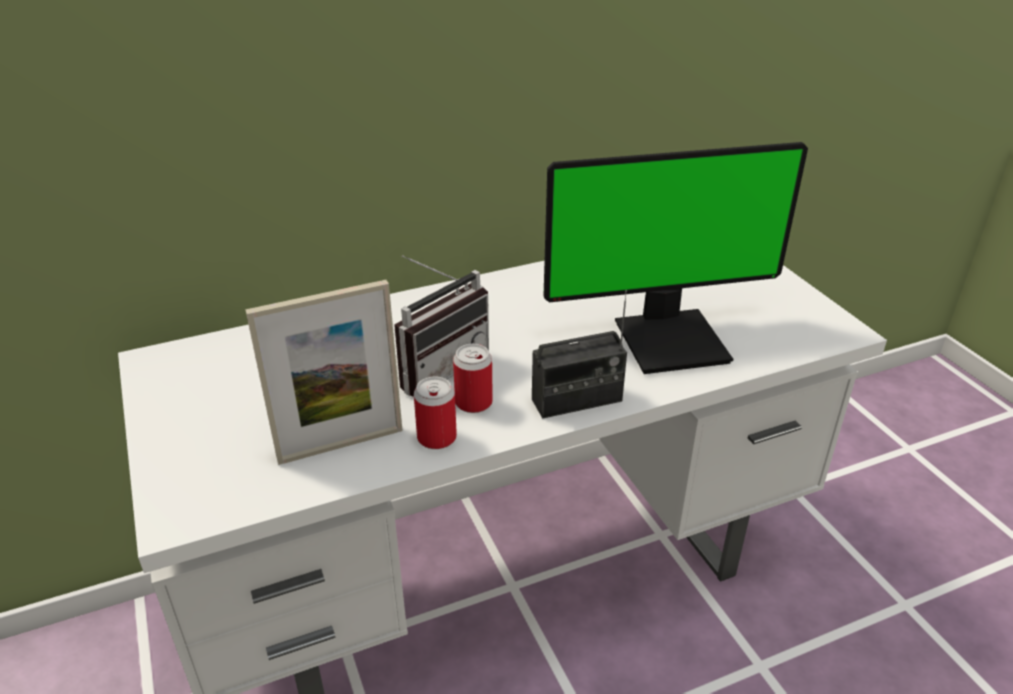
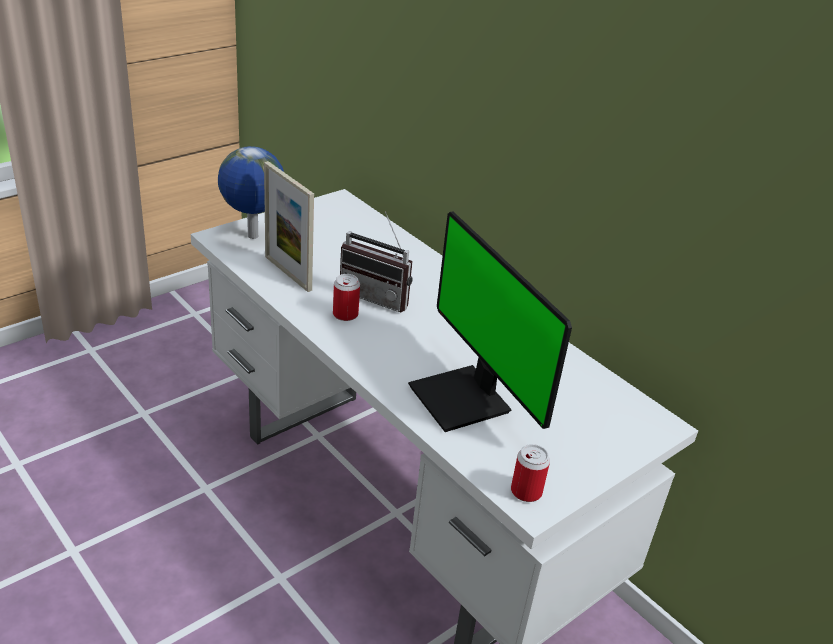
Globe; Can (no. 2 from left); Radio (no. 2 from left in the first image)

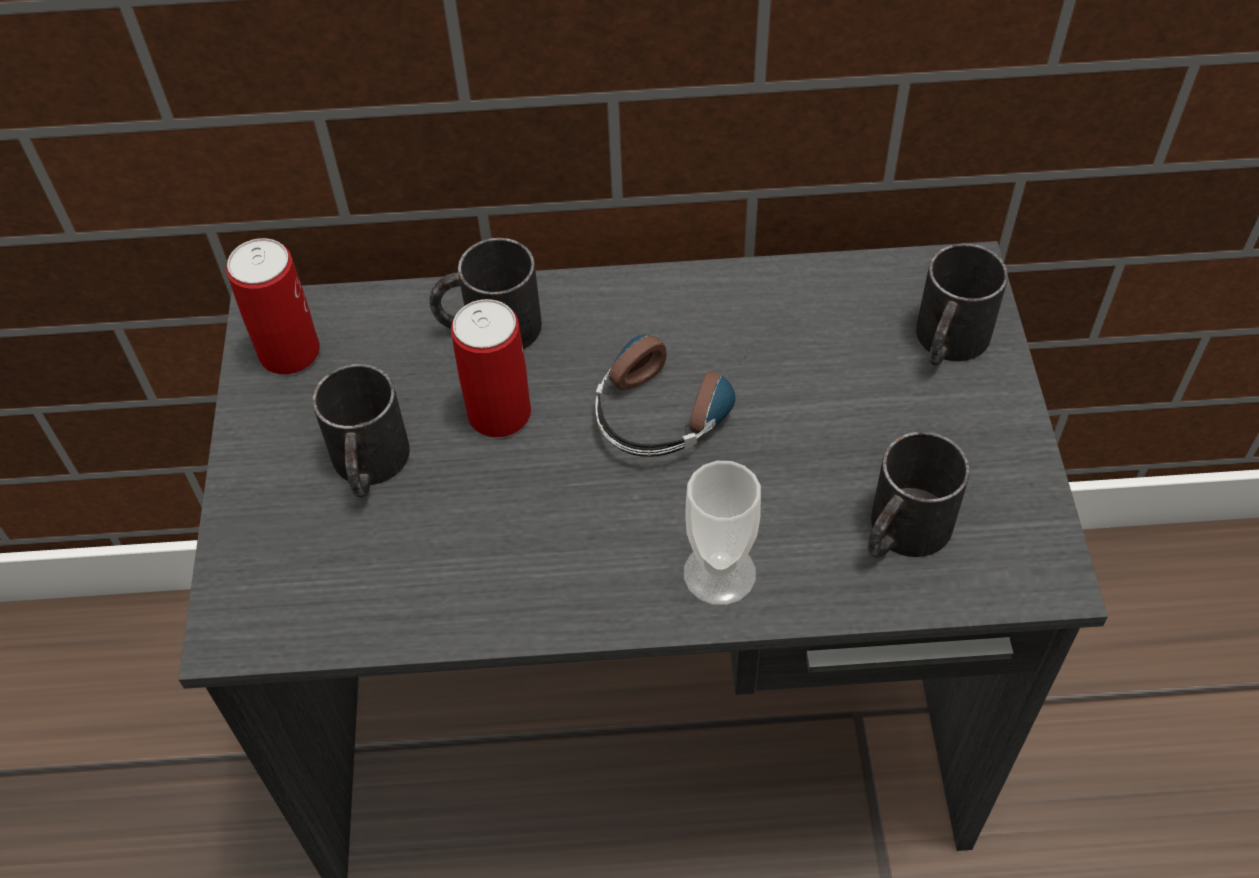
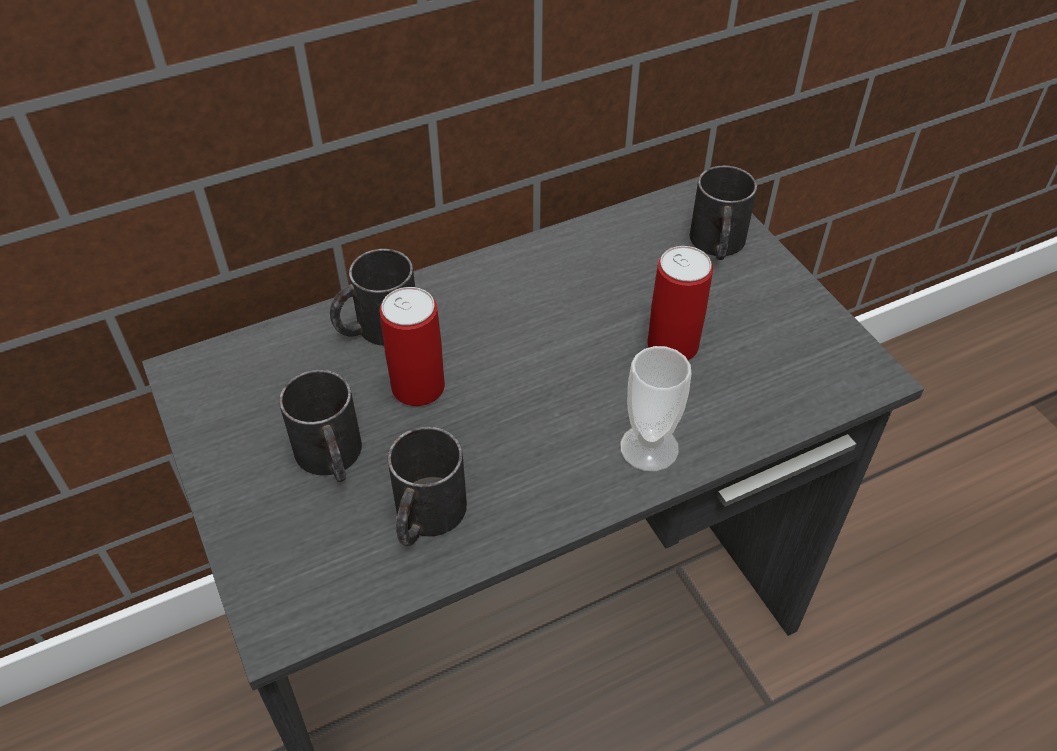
BlackMug (no. 3 from left); Can (no. 2 from left); Headphones

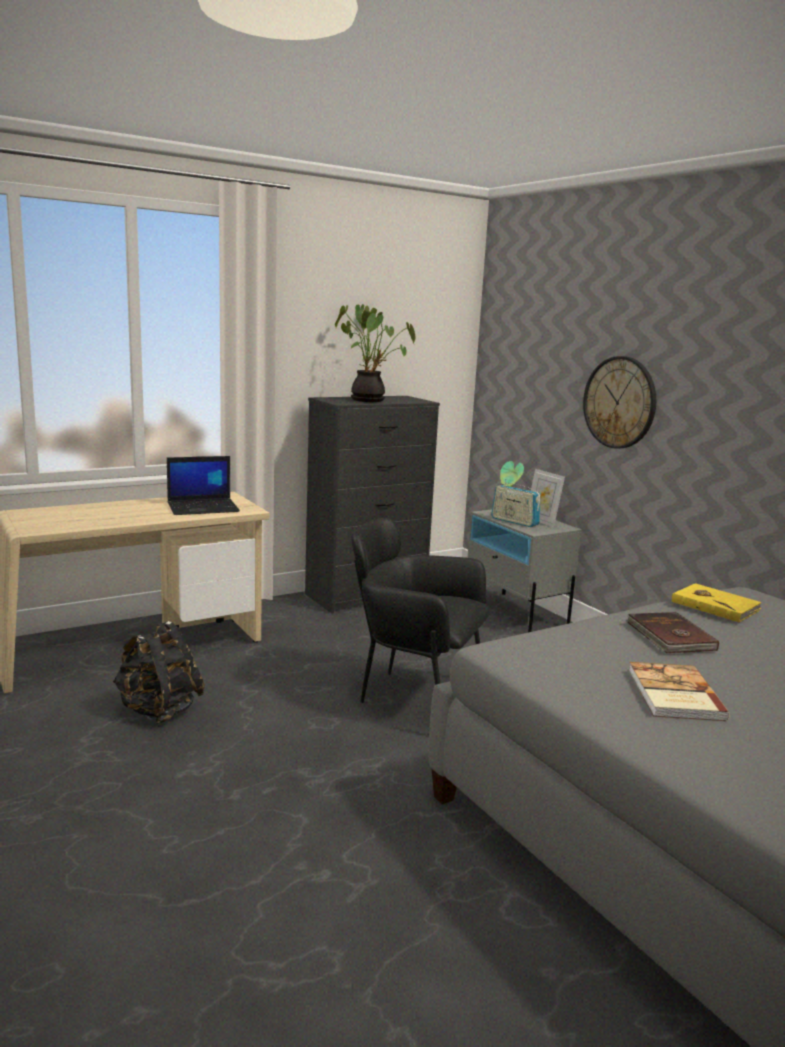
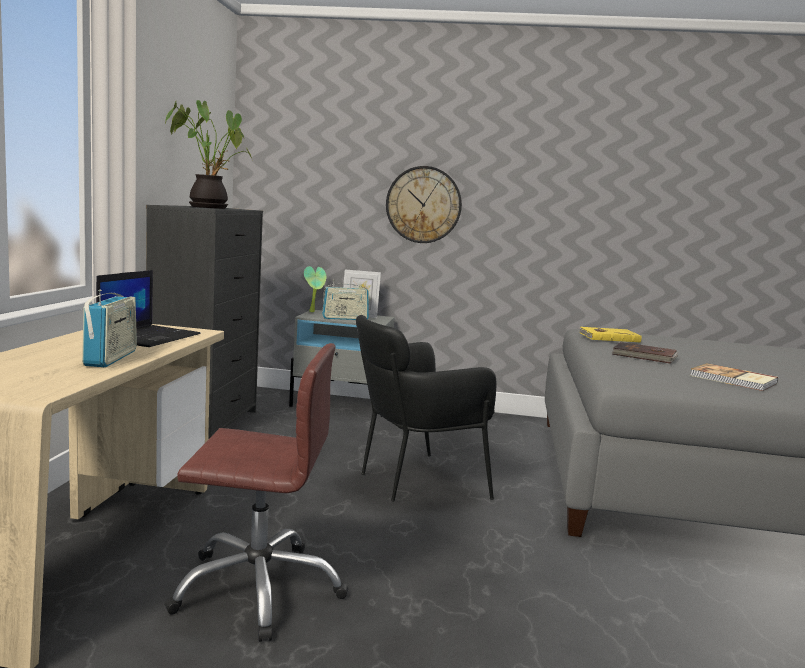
Radio (no. 1 from left); BrownOfficeChair

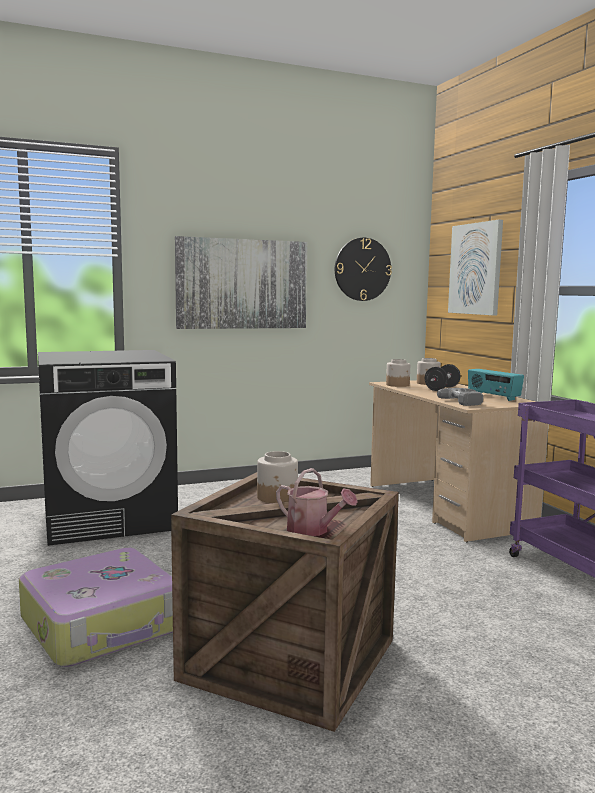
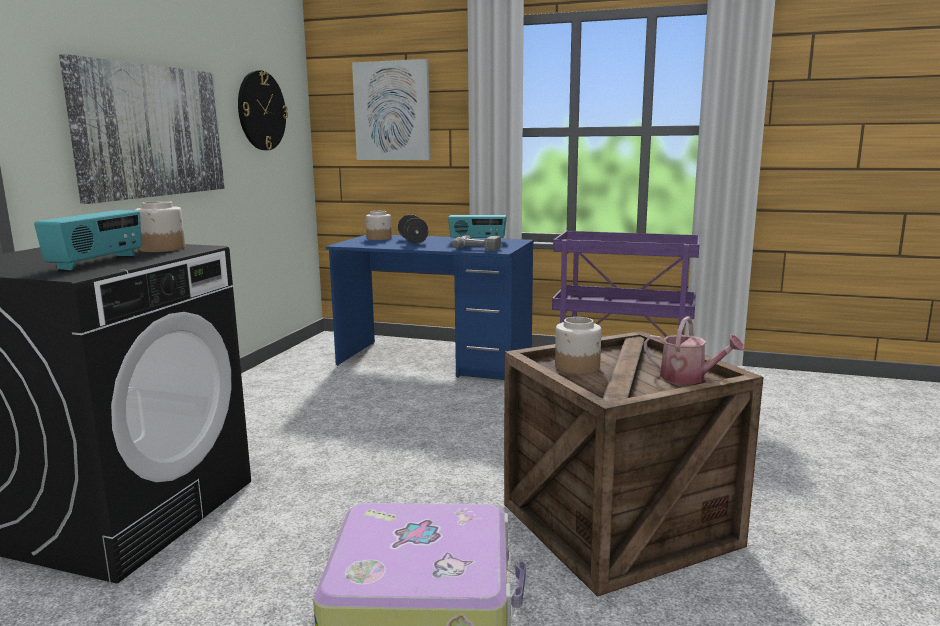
Radio (no. 1 from left); Jar (no. 1 from left); BlueDesk; WateringCan

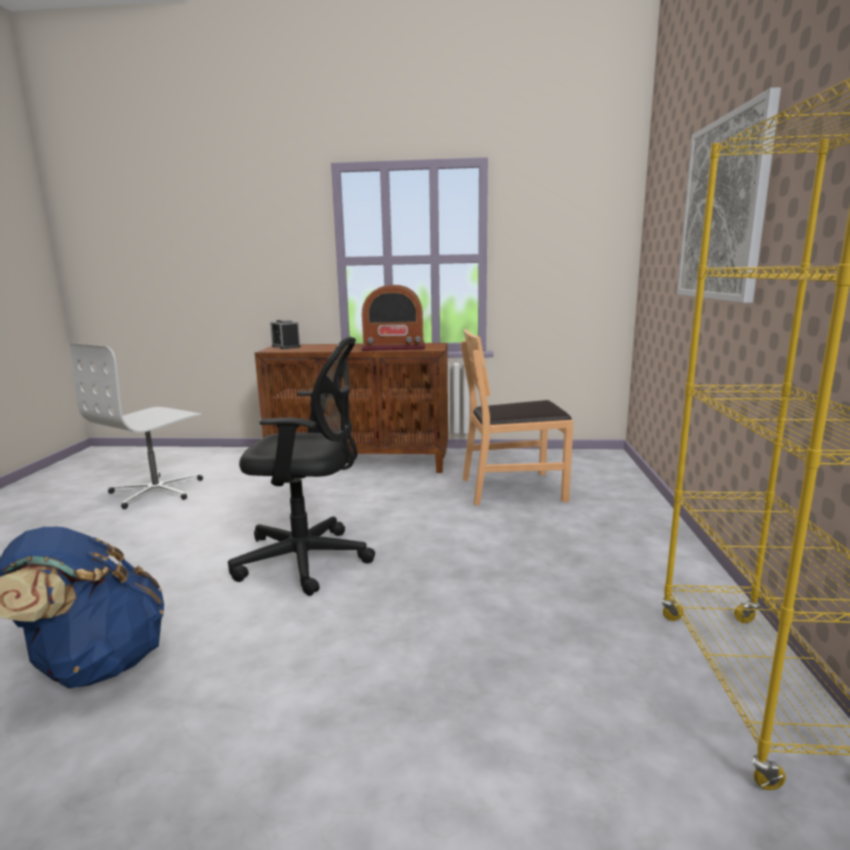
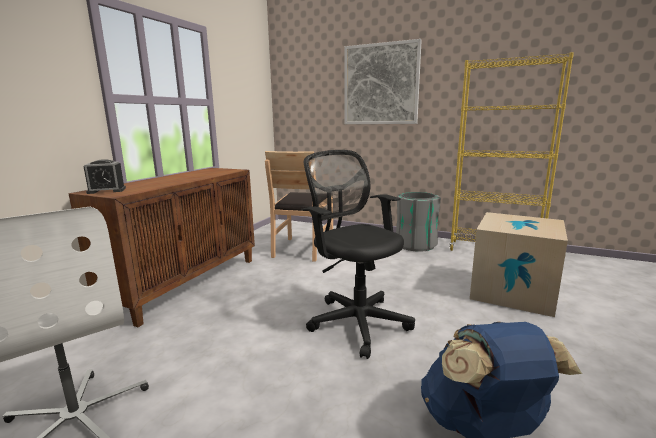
BlackOfficeChair; GreyTrashCan; CardboardBox; Radio

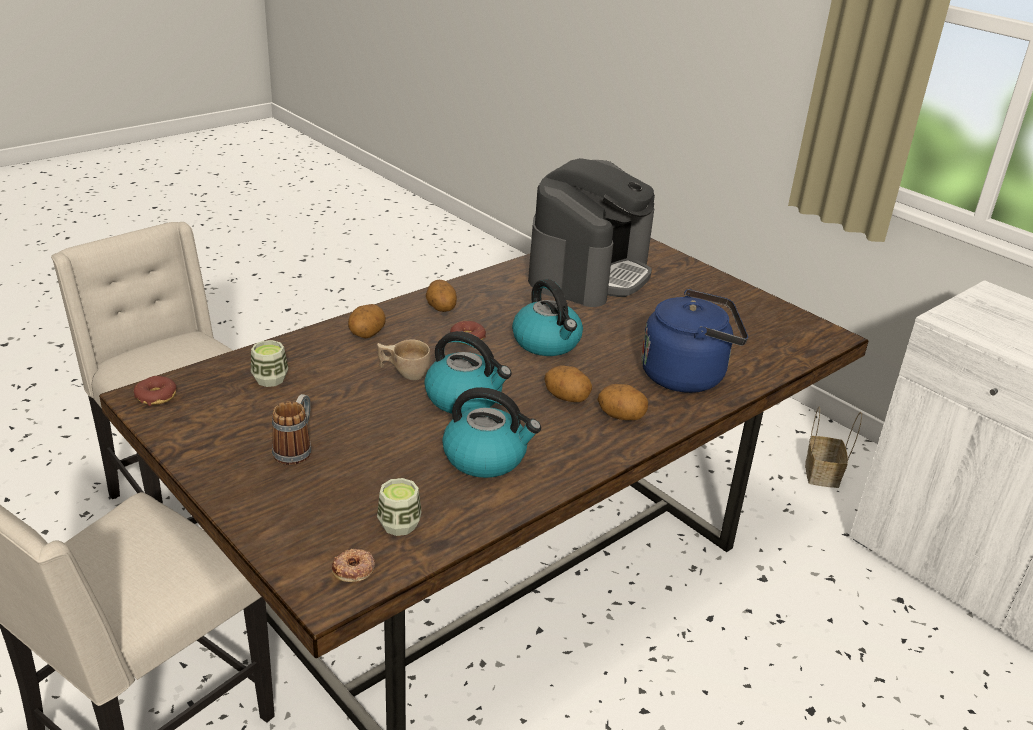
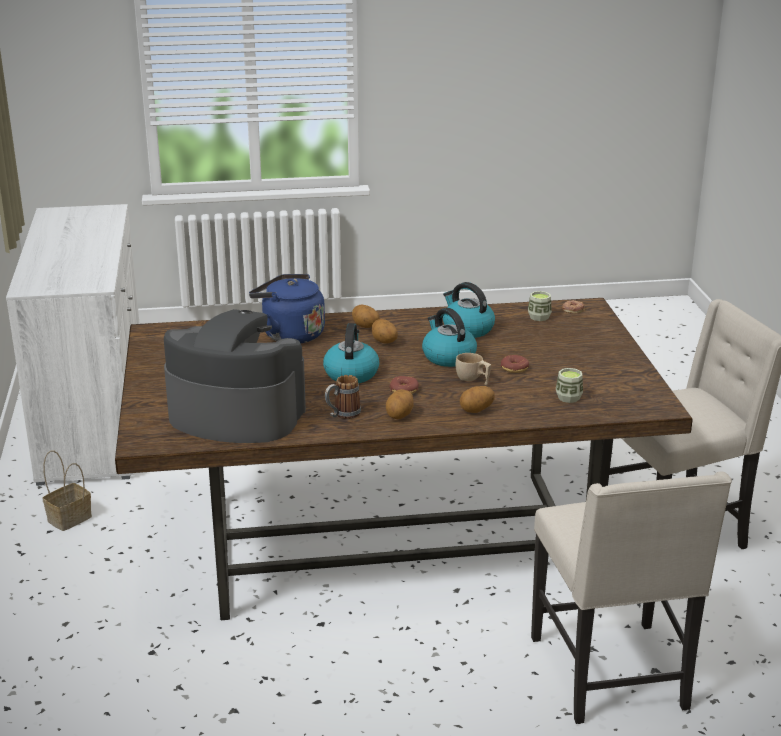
CoffeeMachine; Mug; Donut (no. 2 from left)

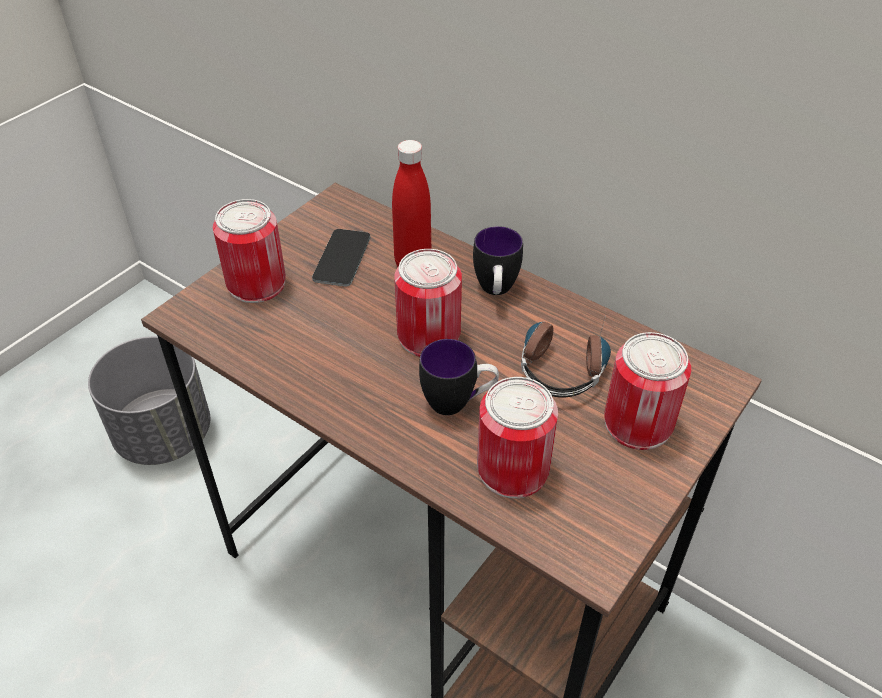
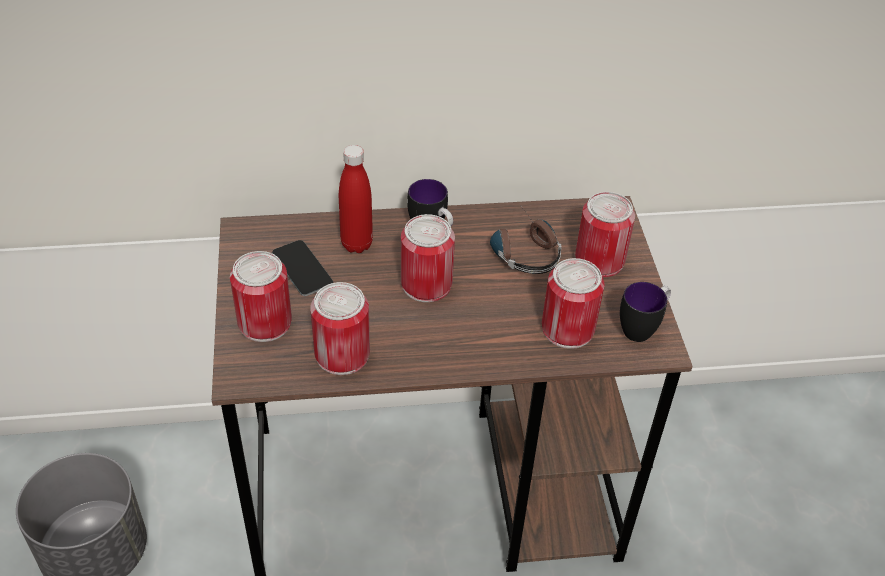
Can (no. 2 from left); Mug (no. 2 from left)

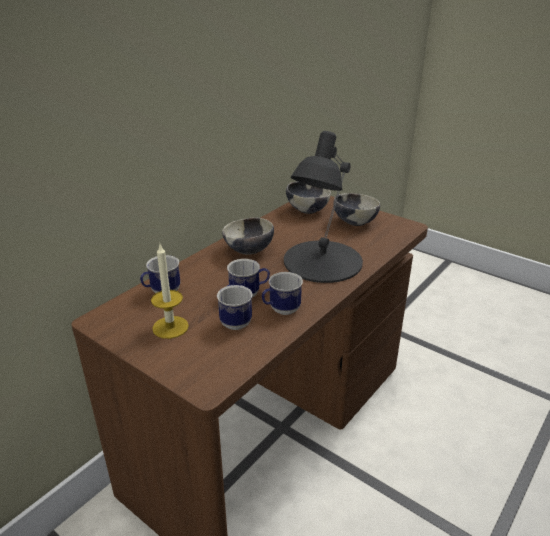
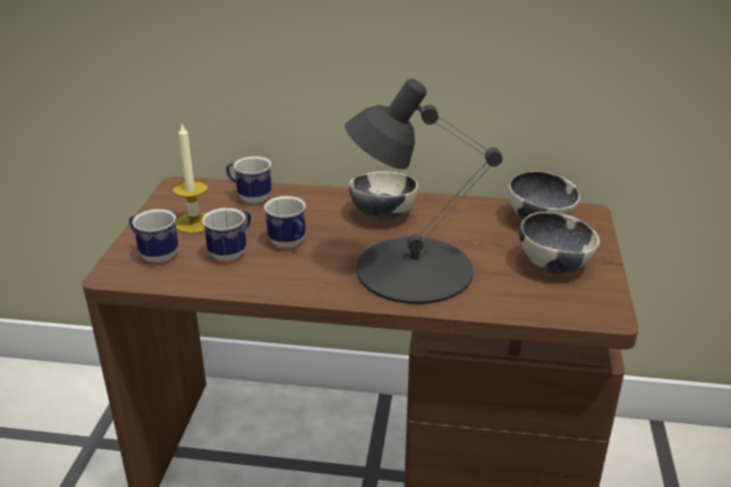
Mug (no. 1 from left)

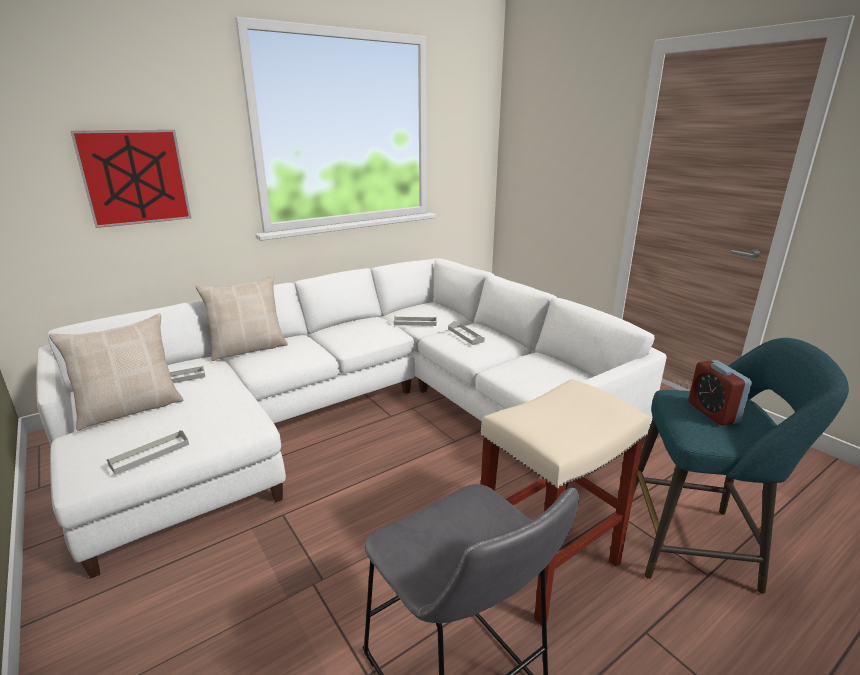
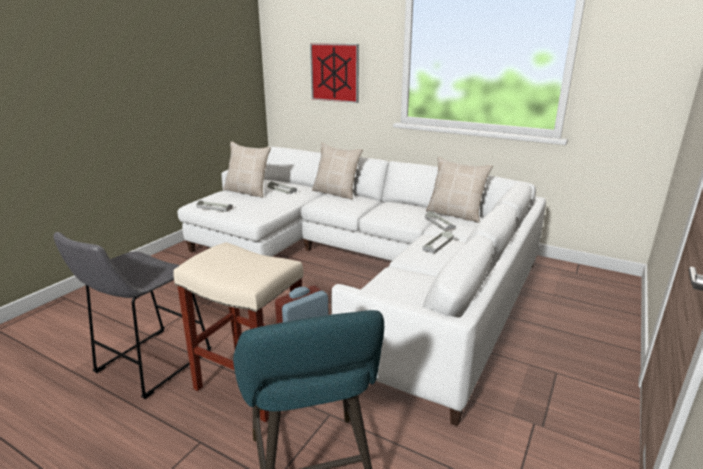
BeigePillow (no. 3 from left)

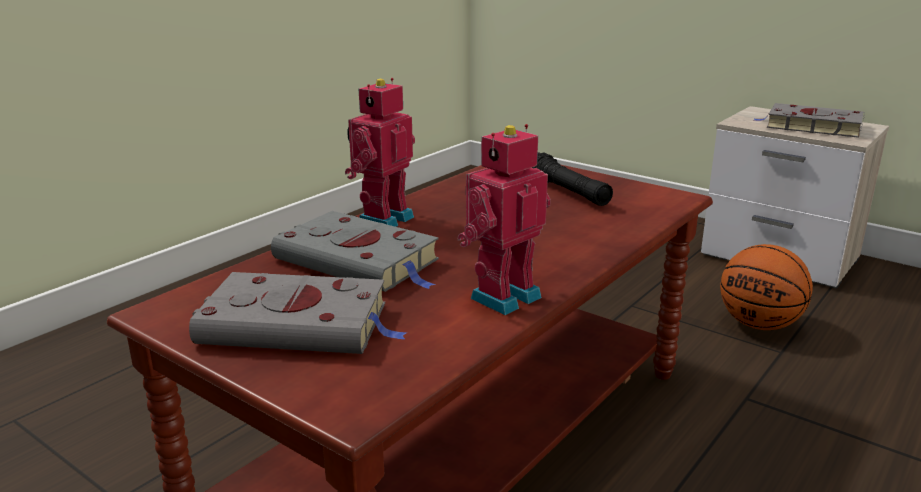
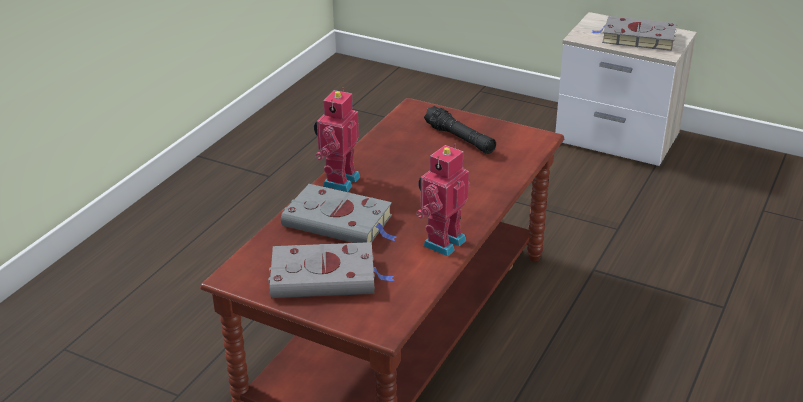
Basketball

